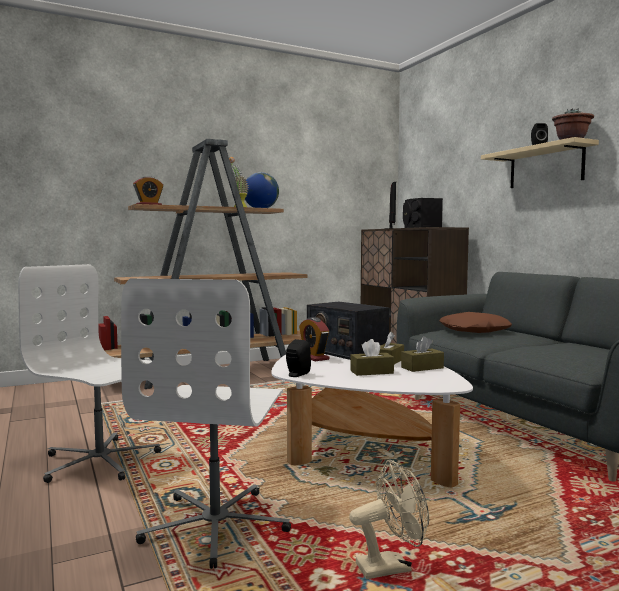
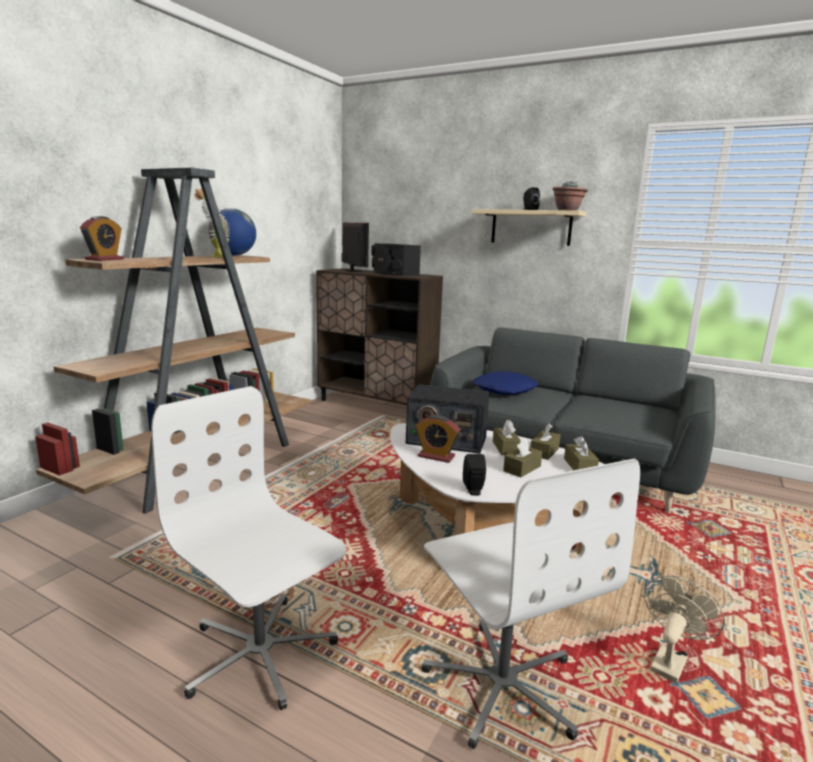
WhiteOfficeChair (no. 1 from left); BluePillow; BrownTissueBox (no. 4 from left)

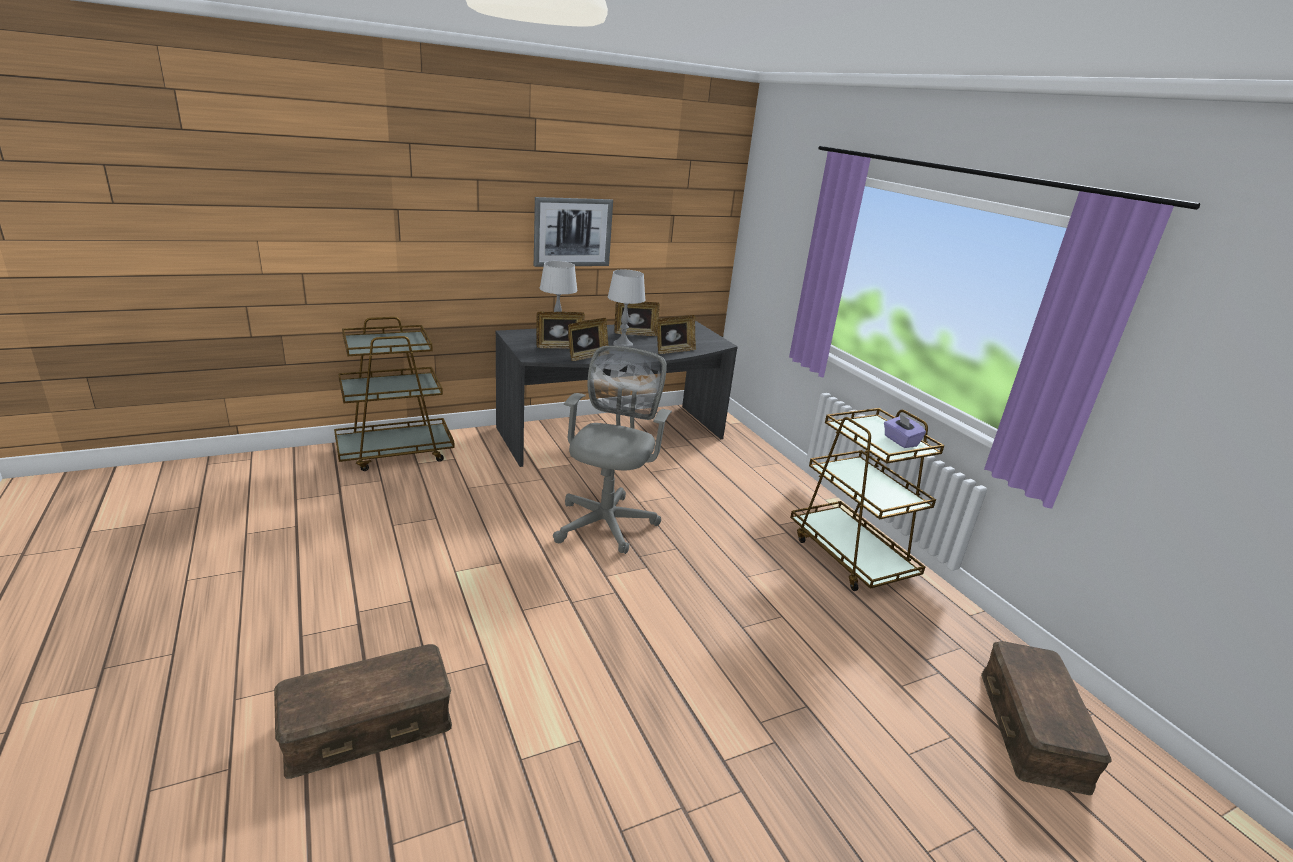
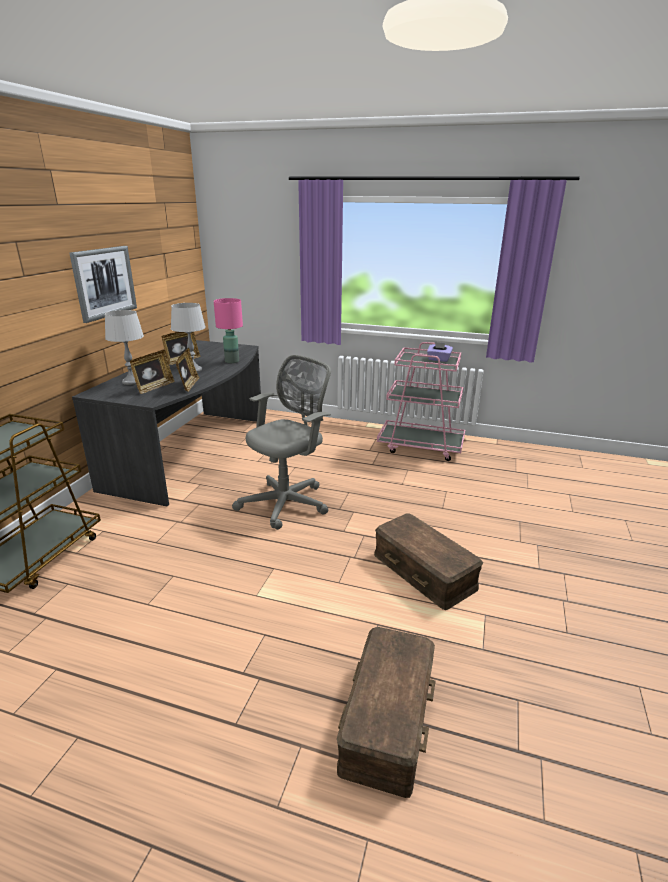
PinkTableLamp; GreyOfficeChair; BrownStorageBox (no. 2 from left); PinkCart

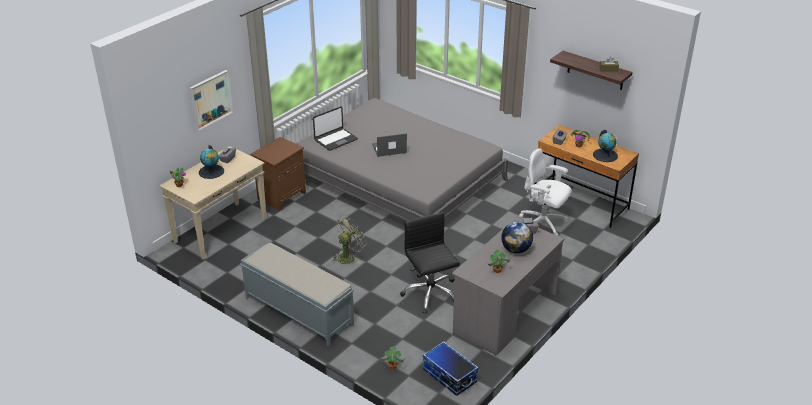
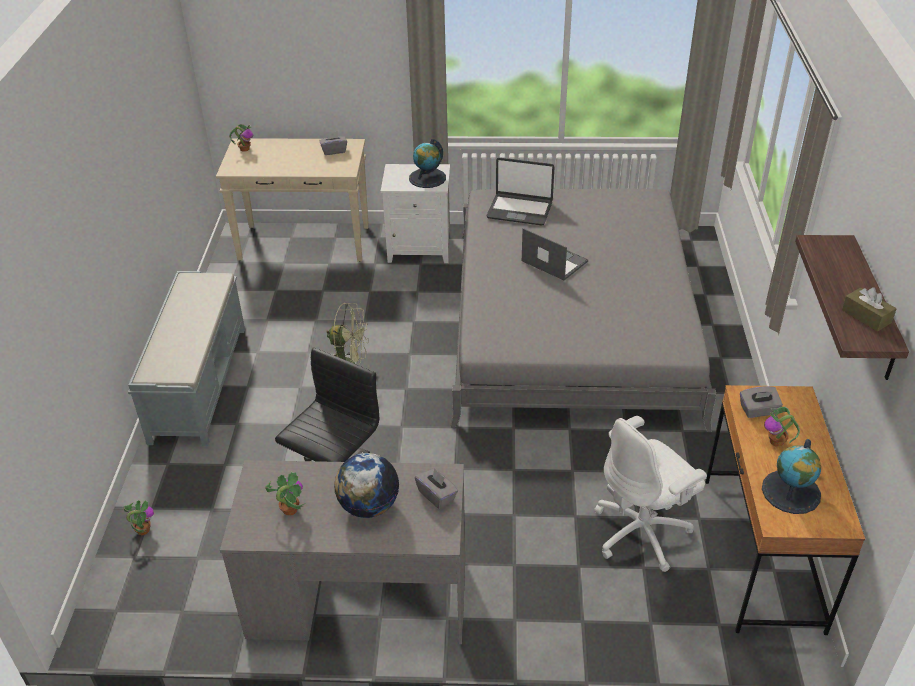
WhiteNightstand; Globe (no. 2 from left); WhiteOfficeChair; Picture; StorageBox

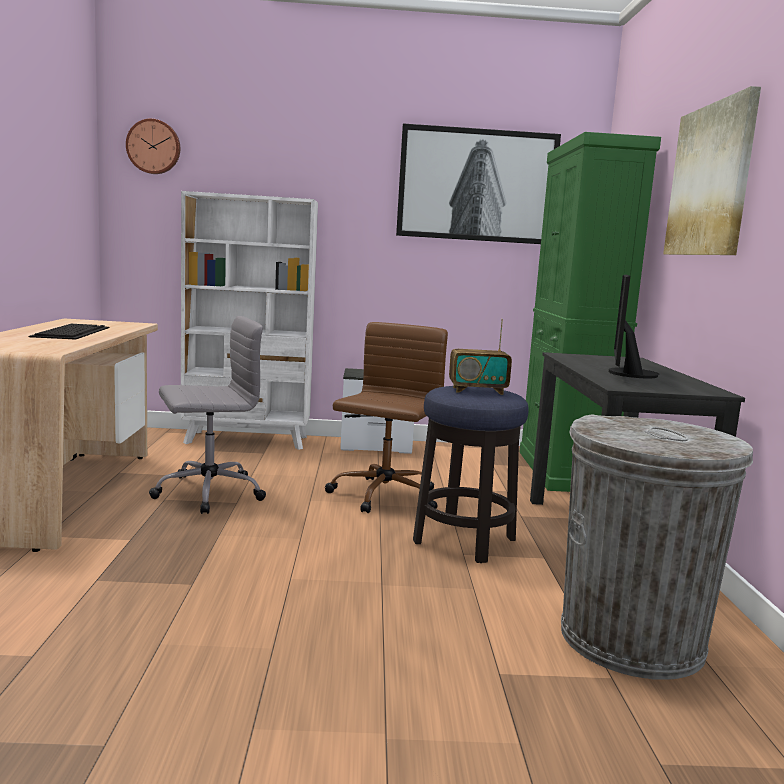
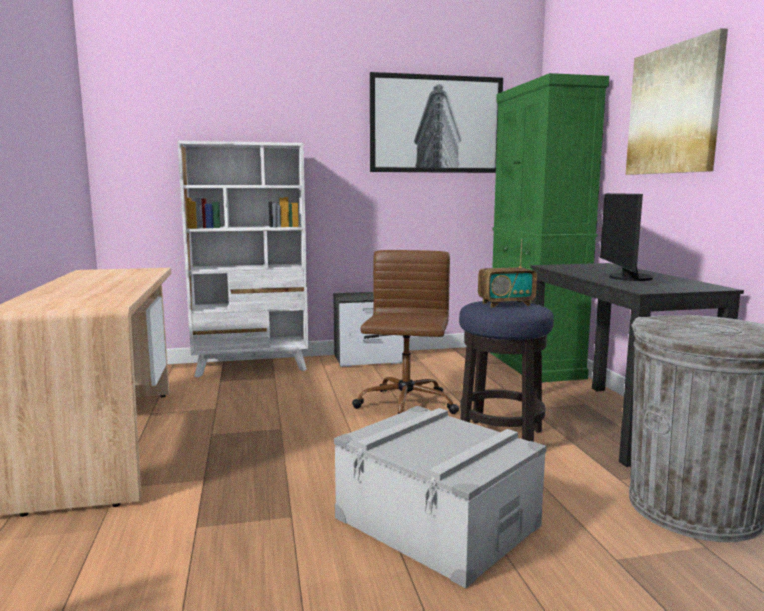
GreyStorageBox; Keyboard; WallClock; GreyOfficeChair

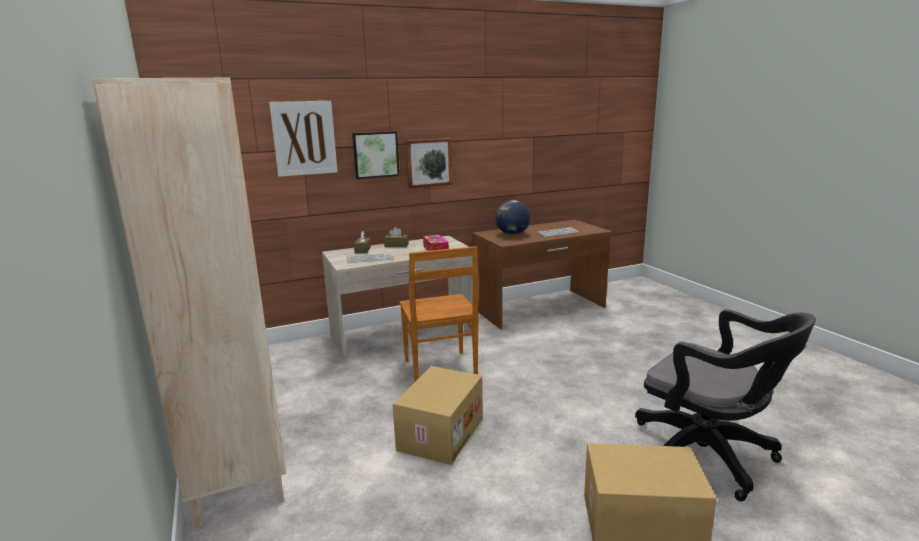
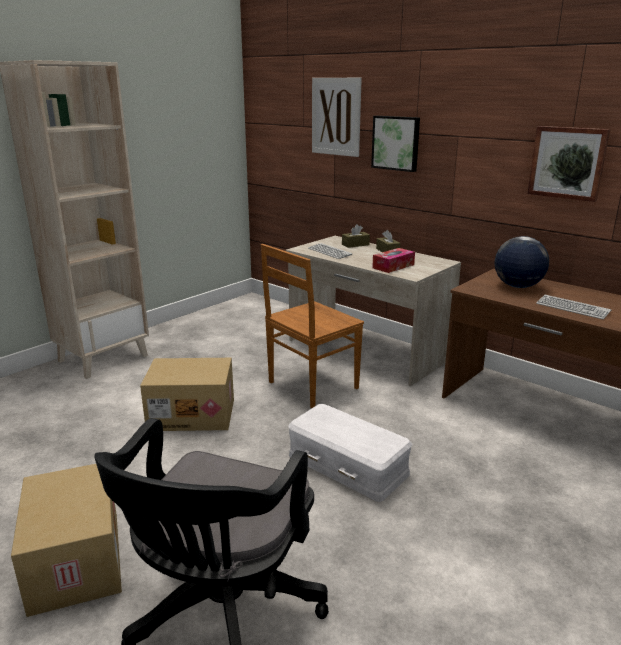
WhiteStorageBox; Picture (no. 3 from left)

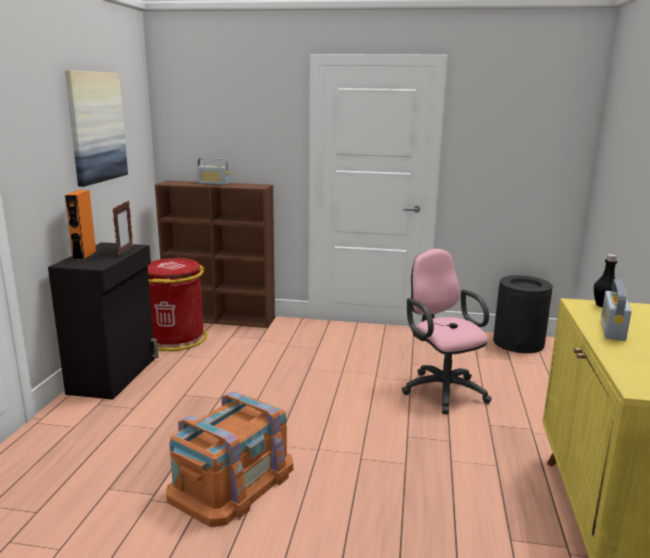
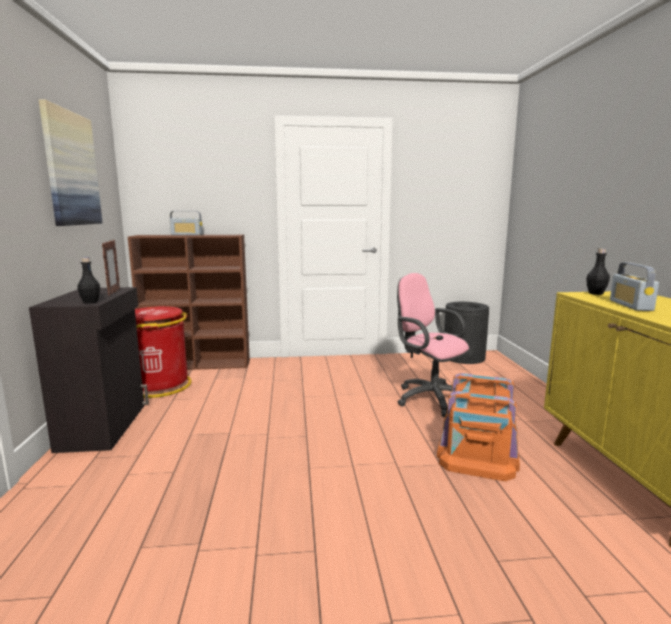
BlackBottle (no. 1 from left); OrangeStorageBox; OrangeSpeaker

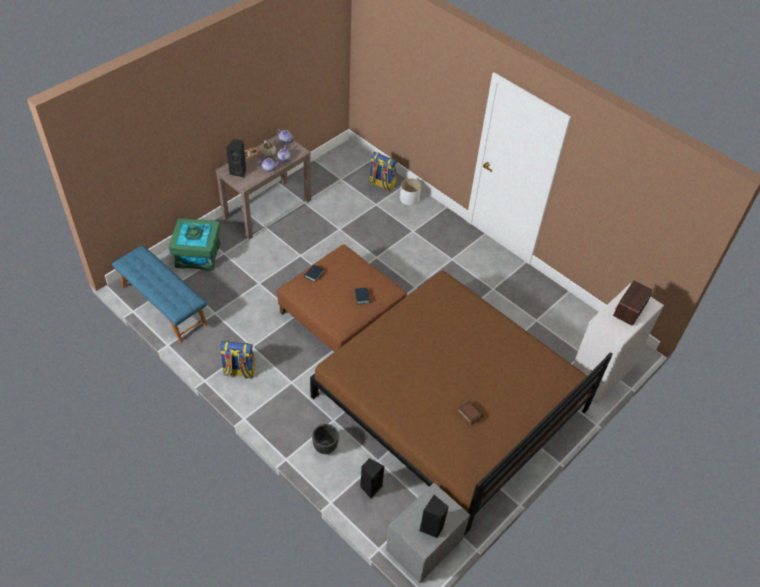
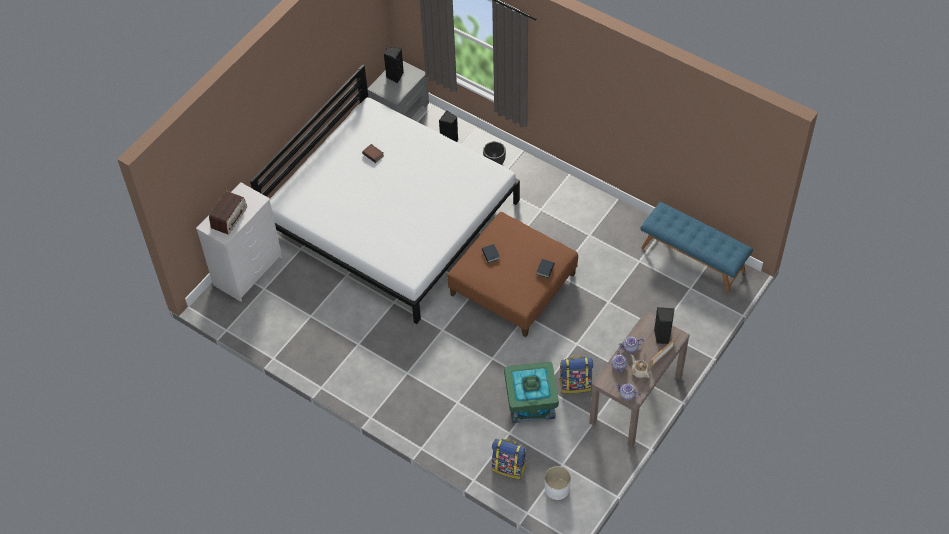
WhiteBed; GreenStorageBox; WhitePlanter; Backpack (no. 2 from left)

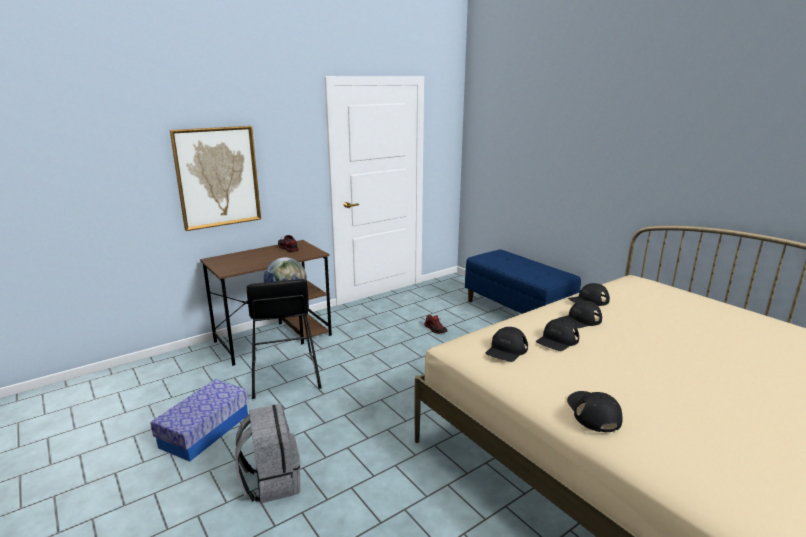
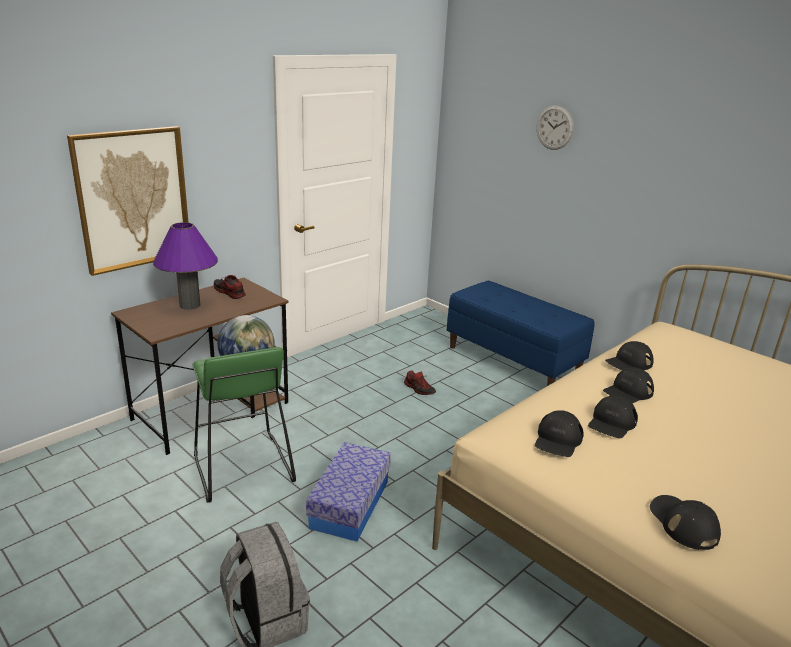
PurpleTableLamp; GreenStool; StorageBox; WallClock

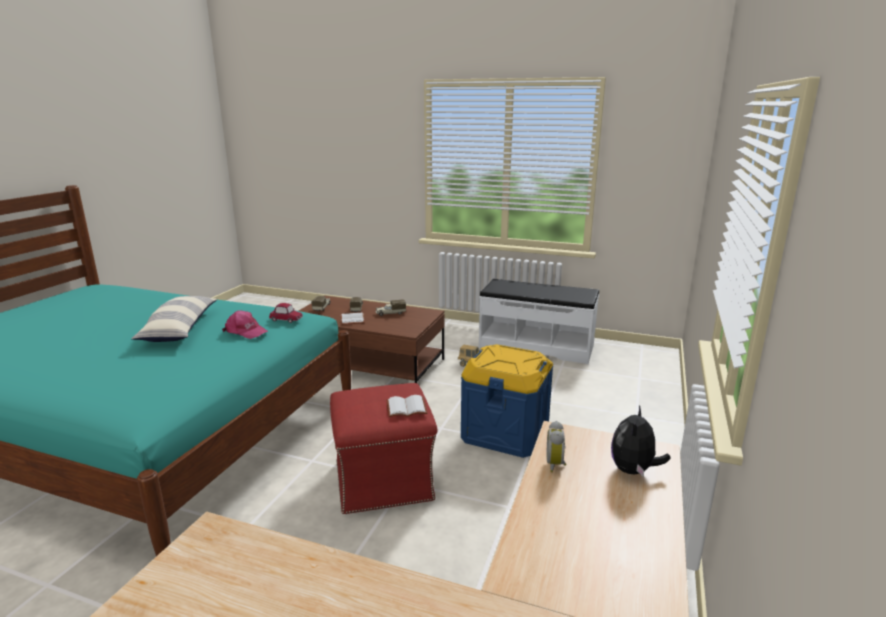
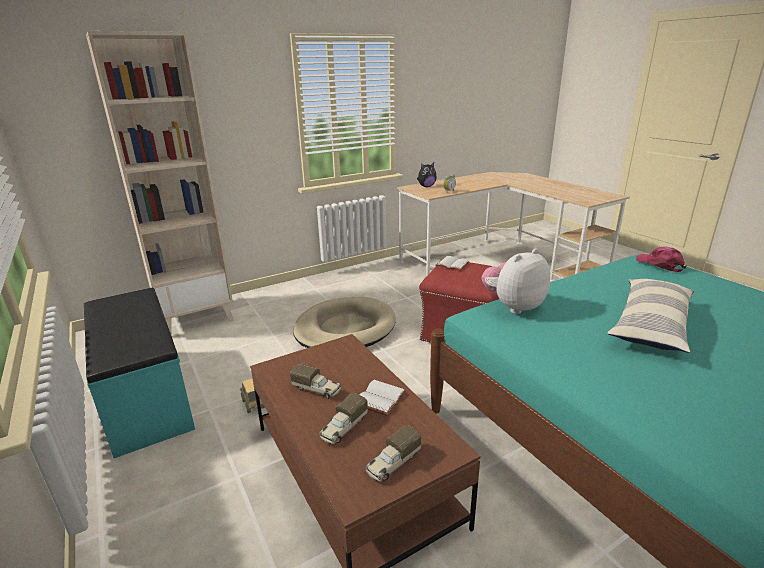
TurquoiseBench; BeigeBookcase; BeigeDogBed; PlushToy (no. 2 from left); PinkCap

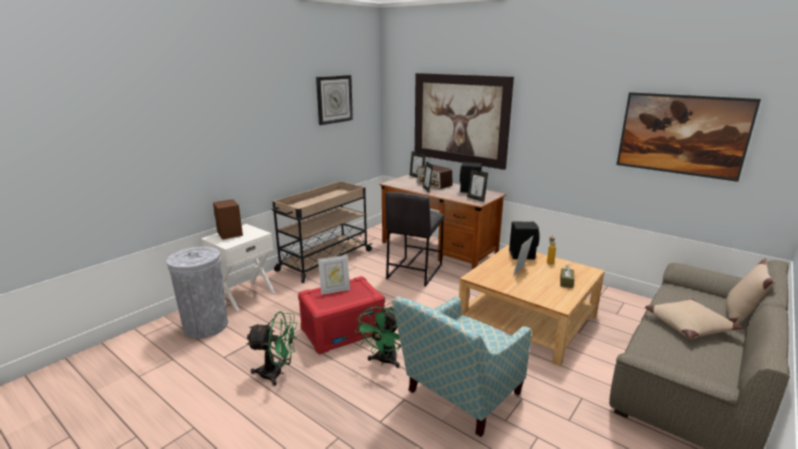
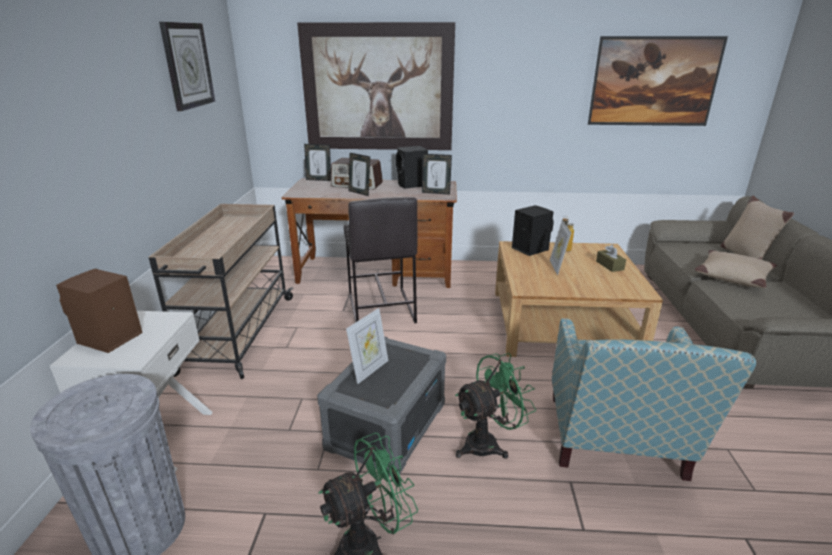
GreyStorageBox; GreenFan (no. 2 from left)

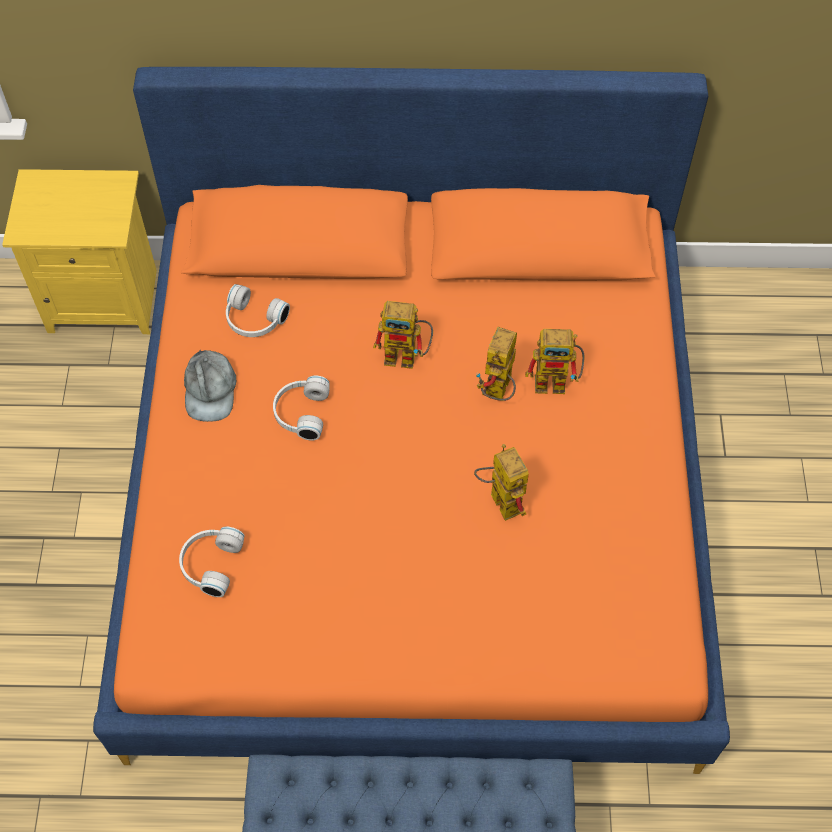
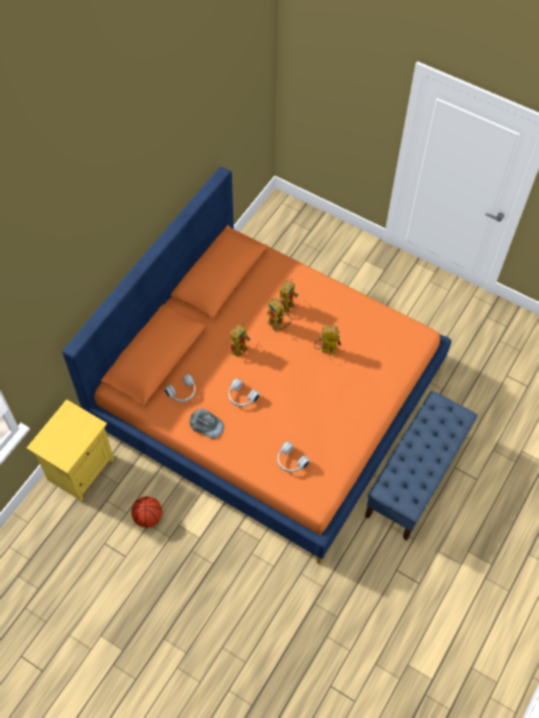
Basketball

